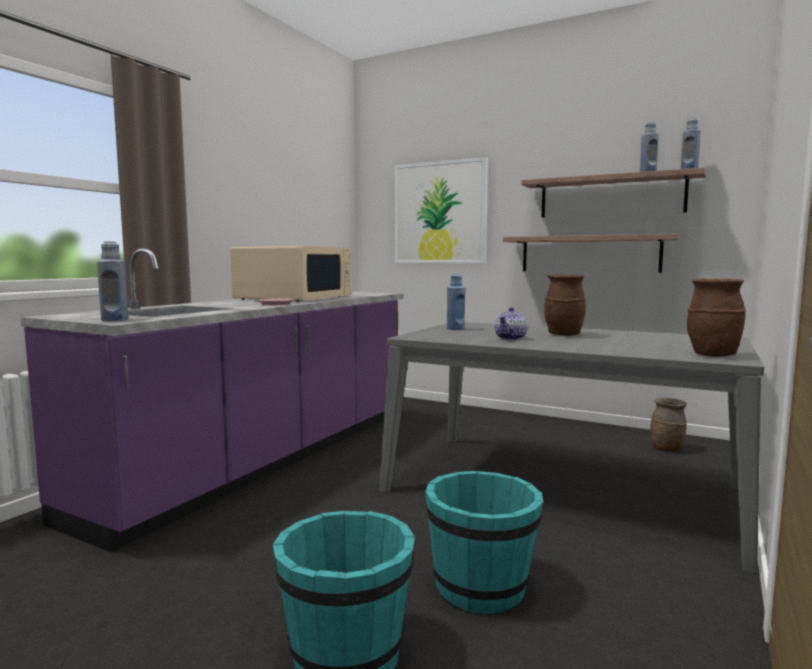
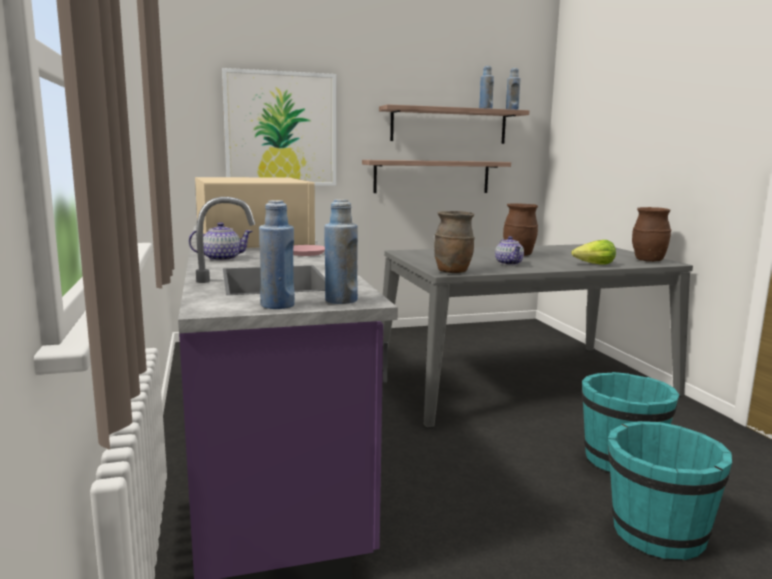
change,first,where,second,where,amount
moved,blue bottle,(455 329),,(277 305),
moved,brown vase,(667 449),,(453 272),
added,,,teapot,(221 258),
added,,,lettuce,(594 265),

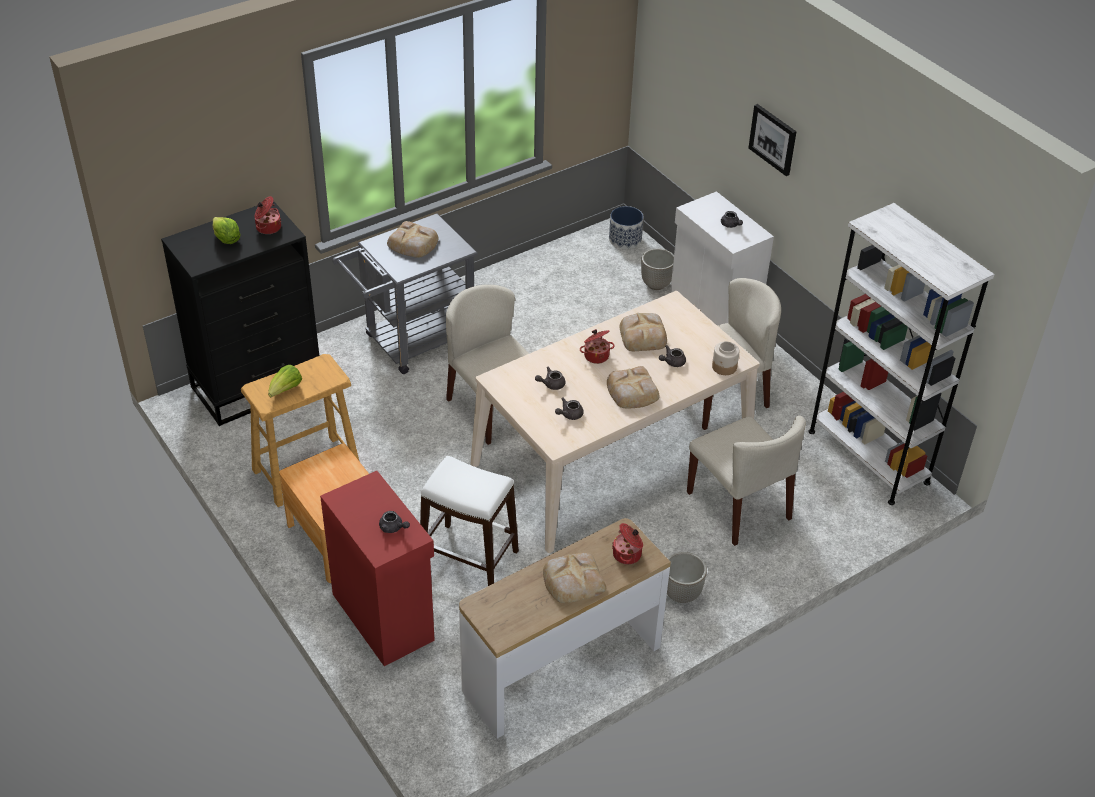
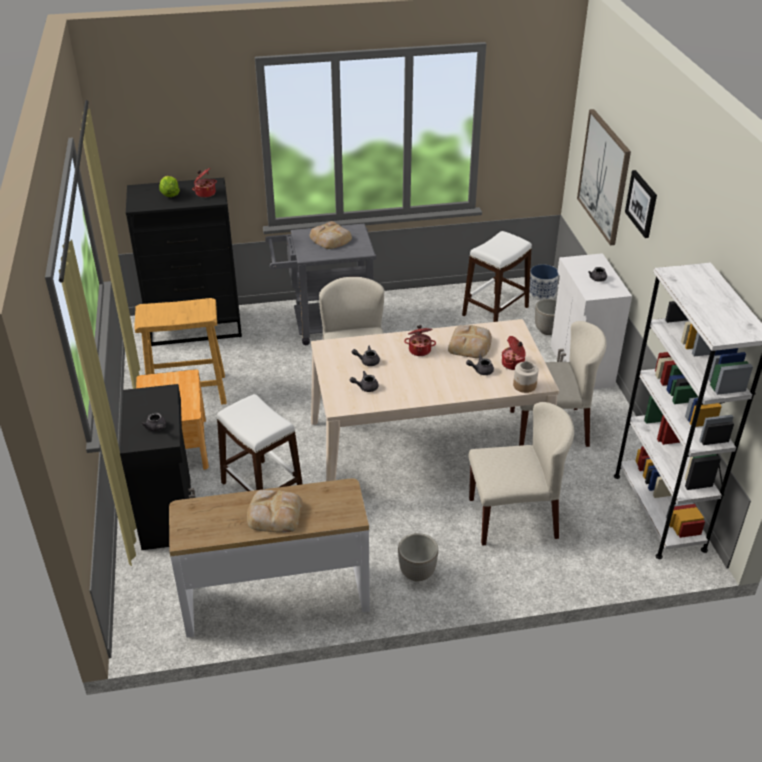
change,first,where,second,where,amount
removed,lettuce,(285 390),,,
removed,bread,(632 392),,,
turned,beige chair,(739 506),,(513 517),90 degrees counterclockwise
recoloured,red cabinet,(384 615),black cabinet,(168 512),
moved,cooking pot,(628 554),,(513 364),
added,,,picture,(604 176),
added,,,white stool,(496 311),

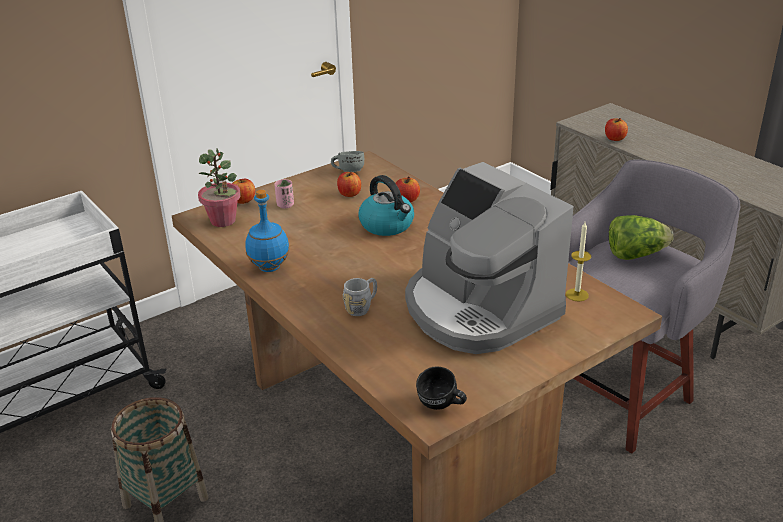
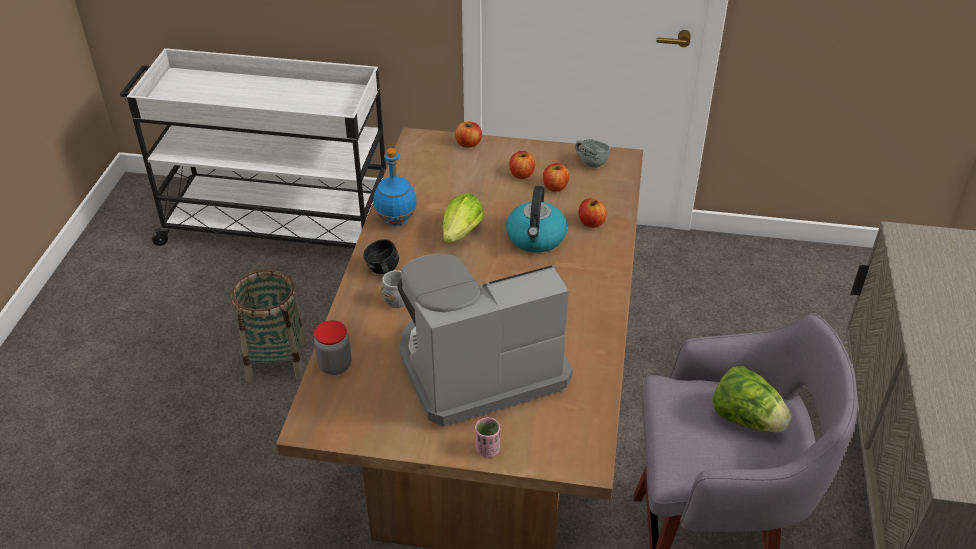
change,first,where,second,where,amount
moved,apple,(614 138),,(521 174),
removed,potted plant,(223 221),,,
turned,coffee machine,(478 309),,(478 366),60 degrees clockwise
moved,pink cup,(285 205),,(487 449),
removed,candle,(577 295),,,
moved,black mug,(441 406),,(382 272),
added,,,lettuce,(460 236),
added,,,jar,(335 365),

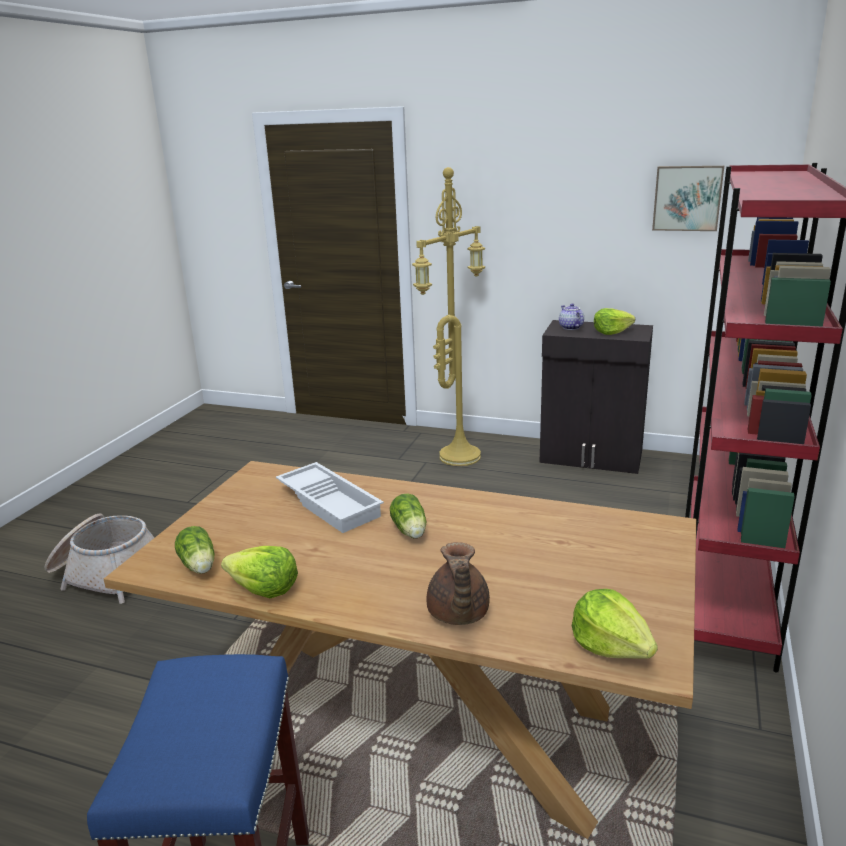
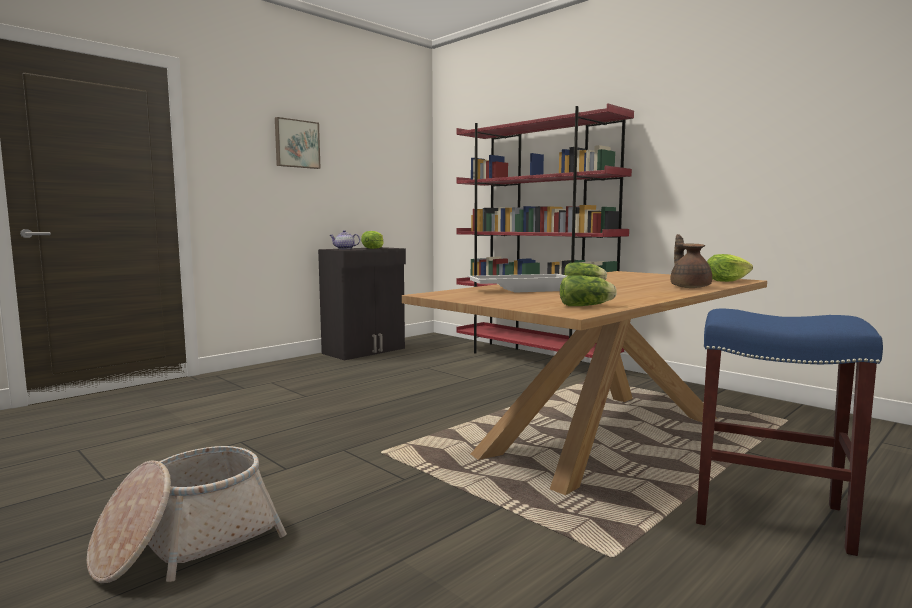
change,first,where,second,where,amount
moved,picture,(687 198),,(296 144),
removed,yellow floor lamp,(458 455),,,
turned,brown teapot,(457 614),,(689 287),120 degrees counterclockwise
removed,lettuce,(264 589),,,

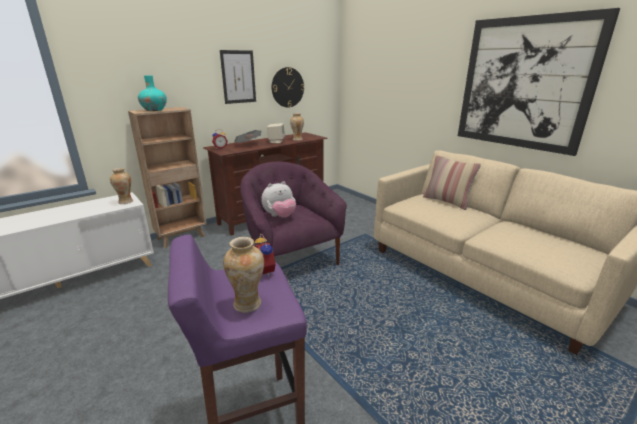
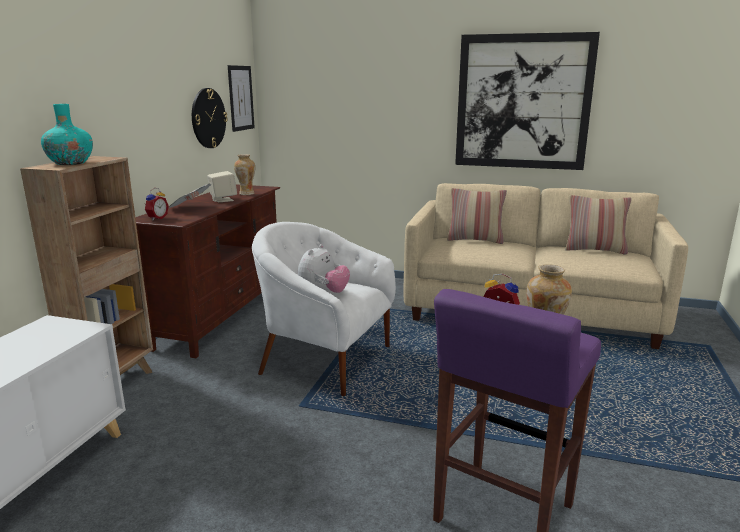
change,first,where,second,where,amount
moved,picture,(238 77),,(241 98),
recoloured,purple armchair,(290 260),white armchair,(324 360),
removed,vase,(125 202),,,
added,,,pillow,(594 250),

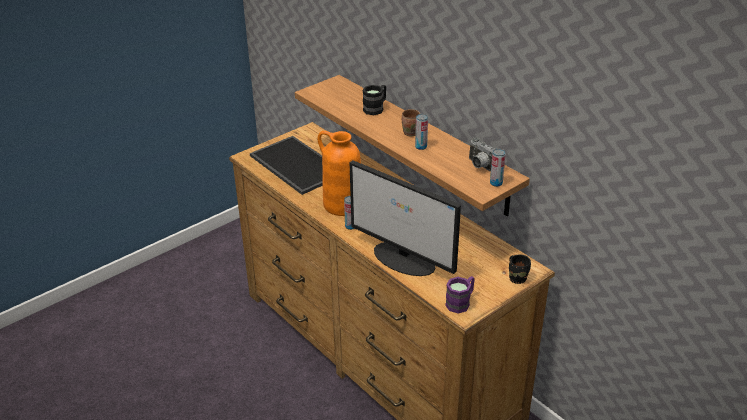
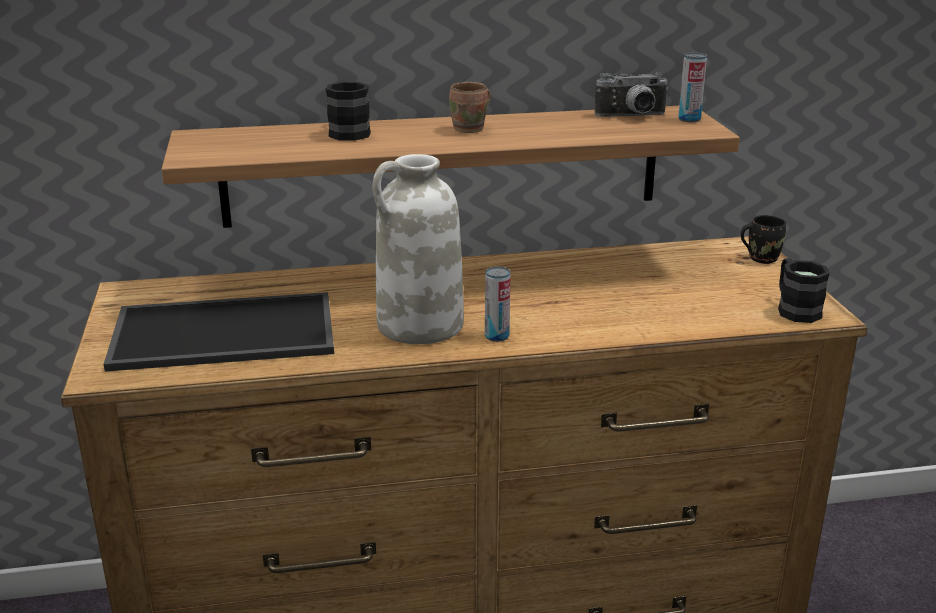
change,first,where,second,where,amount
removed,can,(421 147),,,
recoloured,orange vase,(342 204),white vase,(419 326),
removed,monitor,(404 259),,,
recoloured,purple mug,(461 302),black mug,(794 309),

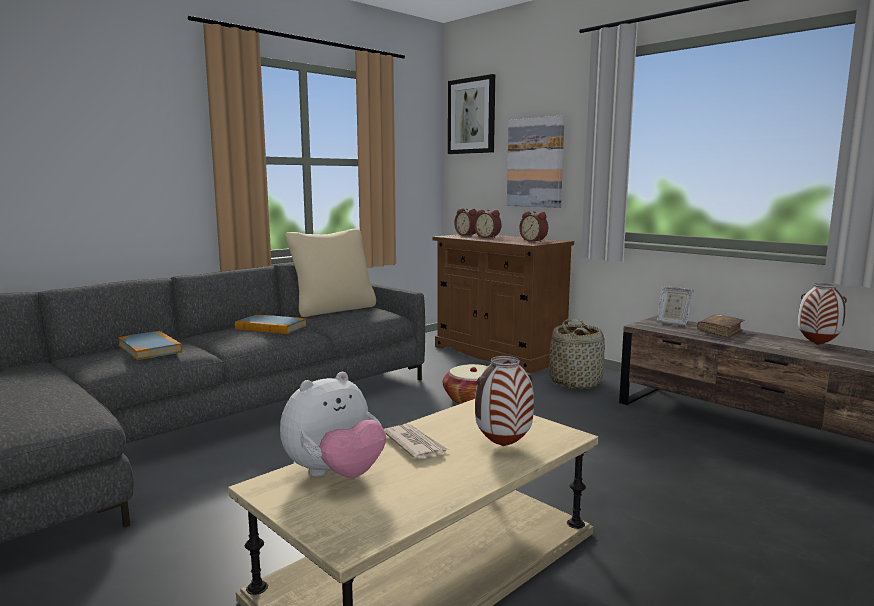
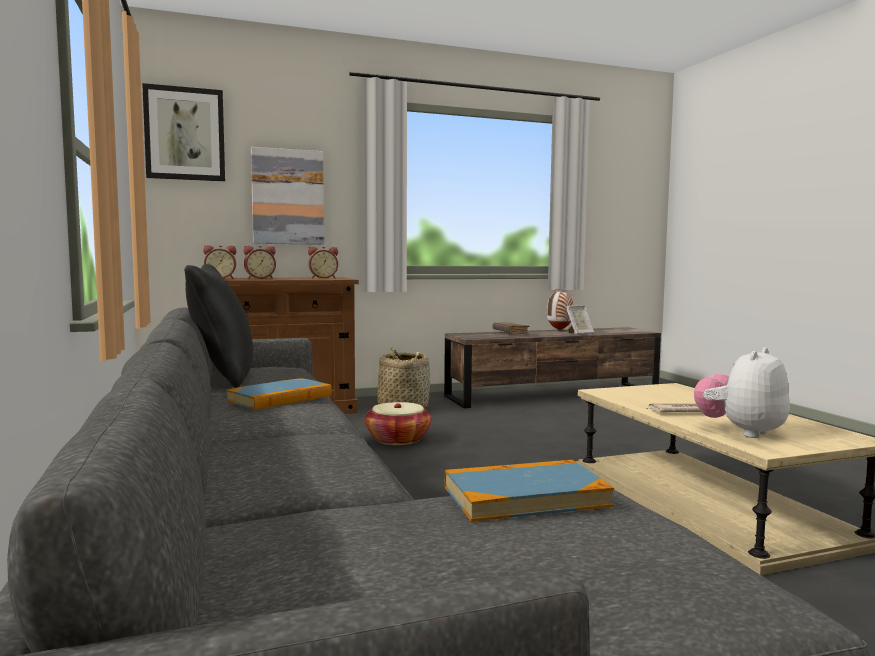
change,first,where,second,where,amount
recoloured,beige pillow,(333 309),black pillow,(222 377),
moved,picture frame,(672 322),,(579 333),
moved,book,(150 348),,(525 496),
removed,vase,(503 445),,,
turned,plush toy,(335 474),,(741 432),120 degrees counterclockwise

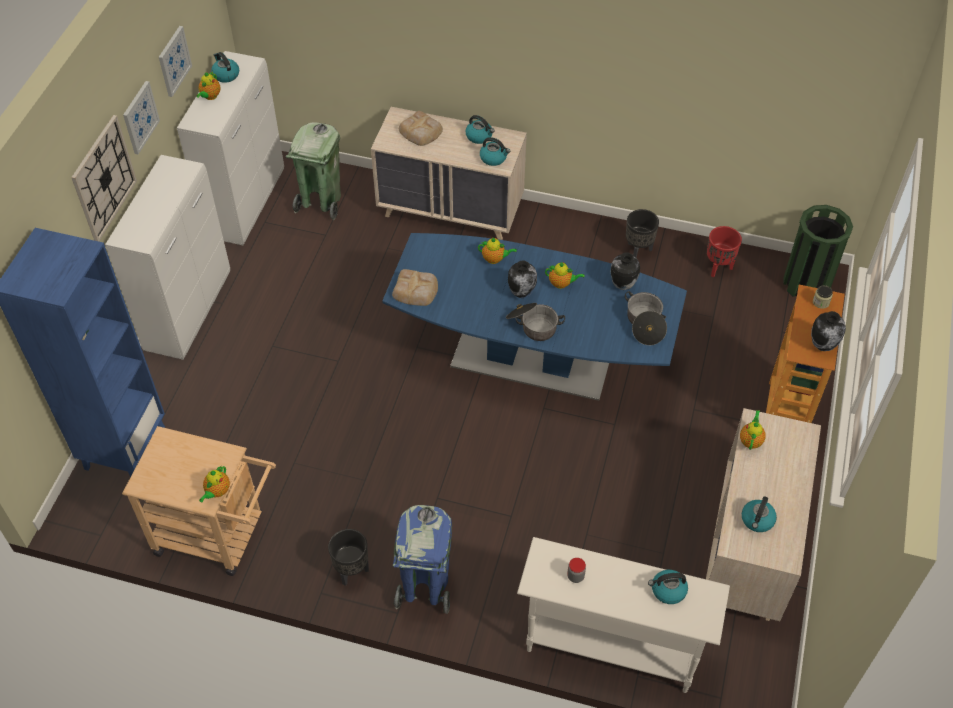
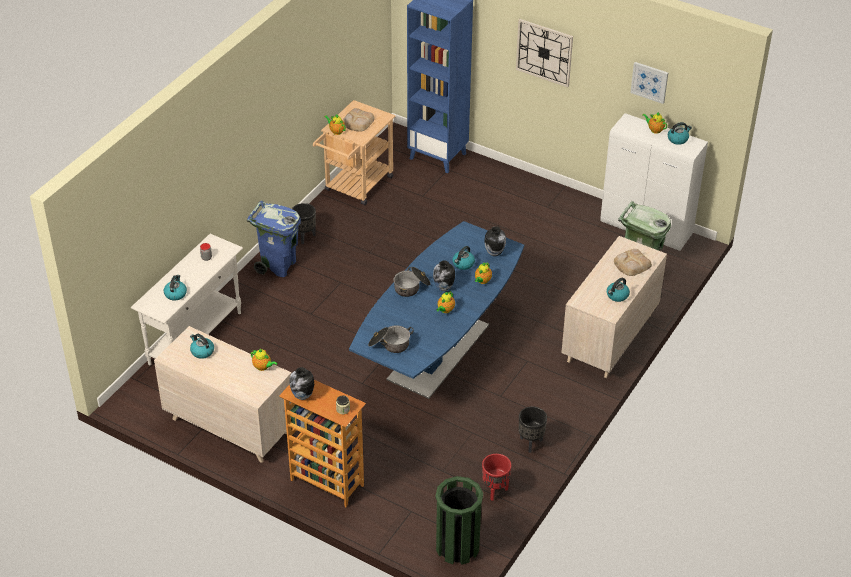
change,first,where,second,where,amount
removed,picture,(140 117),,,
moved,kettle,(494 158),,(463 264),
removed,white cabinet,(188 311),,,
moved,vase,(622 285),,(494 253),
moved,bread,(416 290),,(357 122),

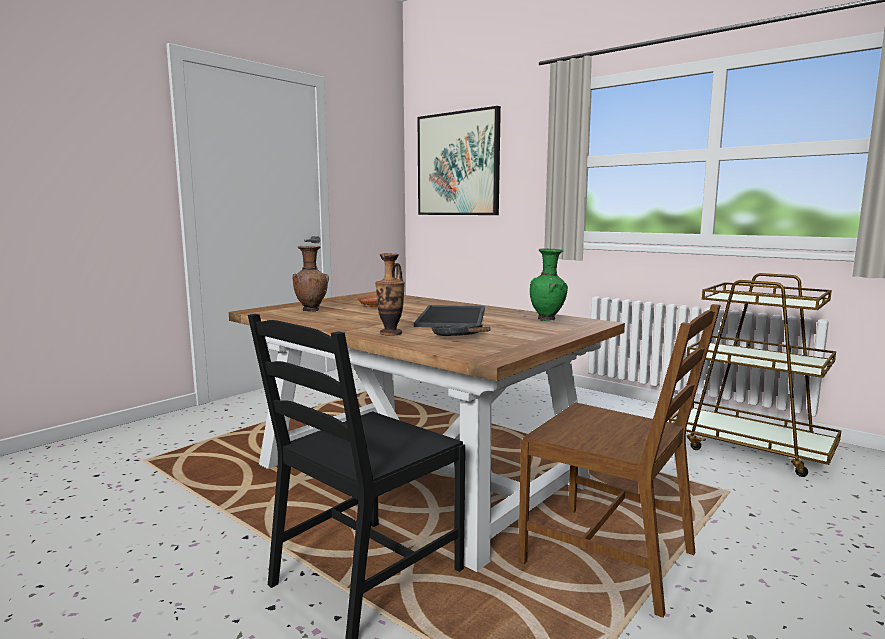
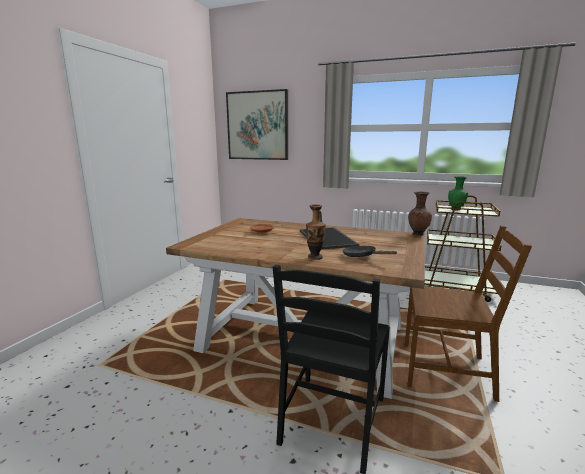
change,first,where,second,where,amount
moved,brown vase,(311 310),,(417 234),
moved,green vase,(548 320),,(456 210),

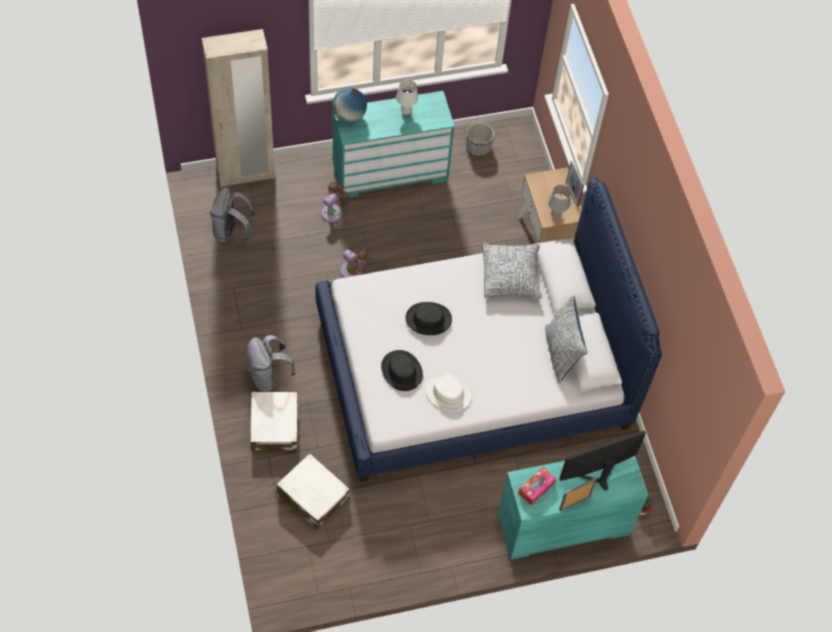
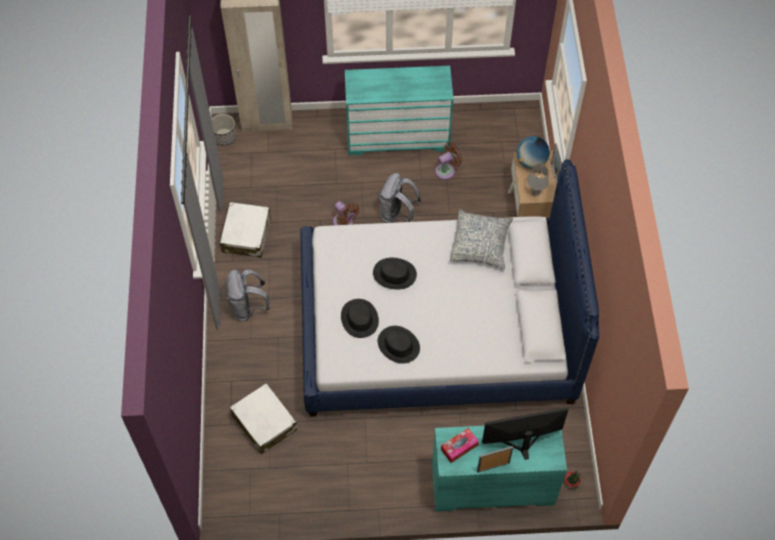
change,first,where,second,where,amount
removed,white table lamp,(405 111),,,
moved,globe,(349 116),,(531 162),
moved,planter,(478 147),,(224 137),
moved,brown fan,(333 212),,(447 170),
moved,grey backpack,(232 232),,(397 214),
removed,pillow,(561 353),,,
recoloured,white hat,(448 392),black hat,(398 345),
moved,white suitcase,(274 426),,(246 235),

